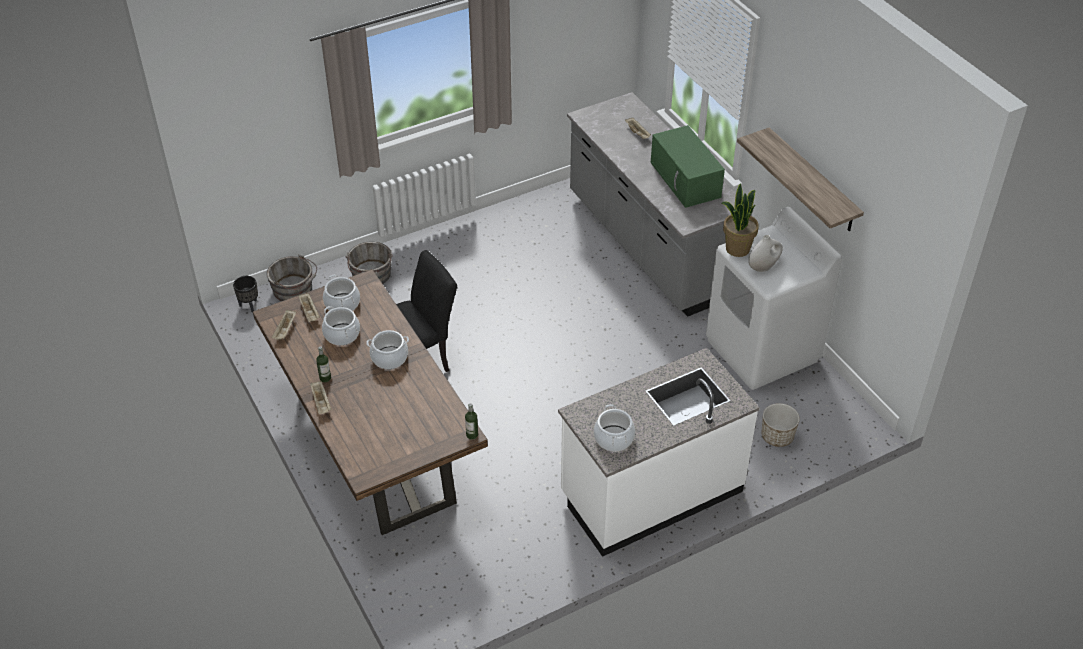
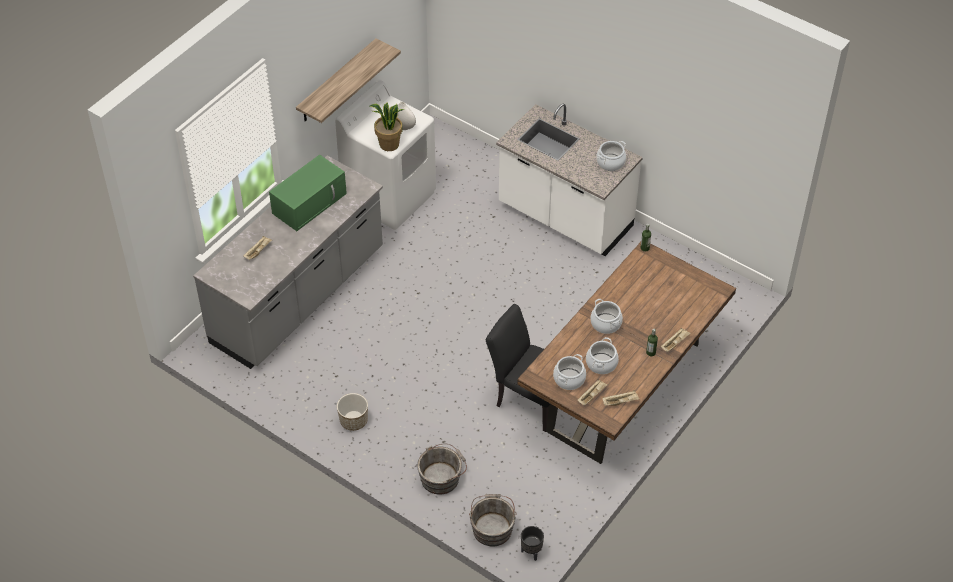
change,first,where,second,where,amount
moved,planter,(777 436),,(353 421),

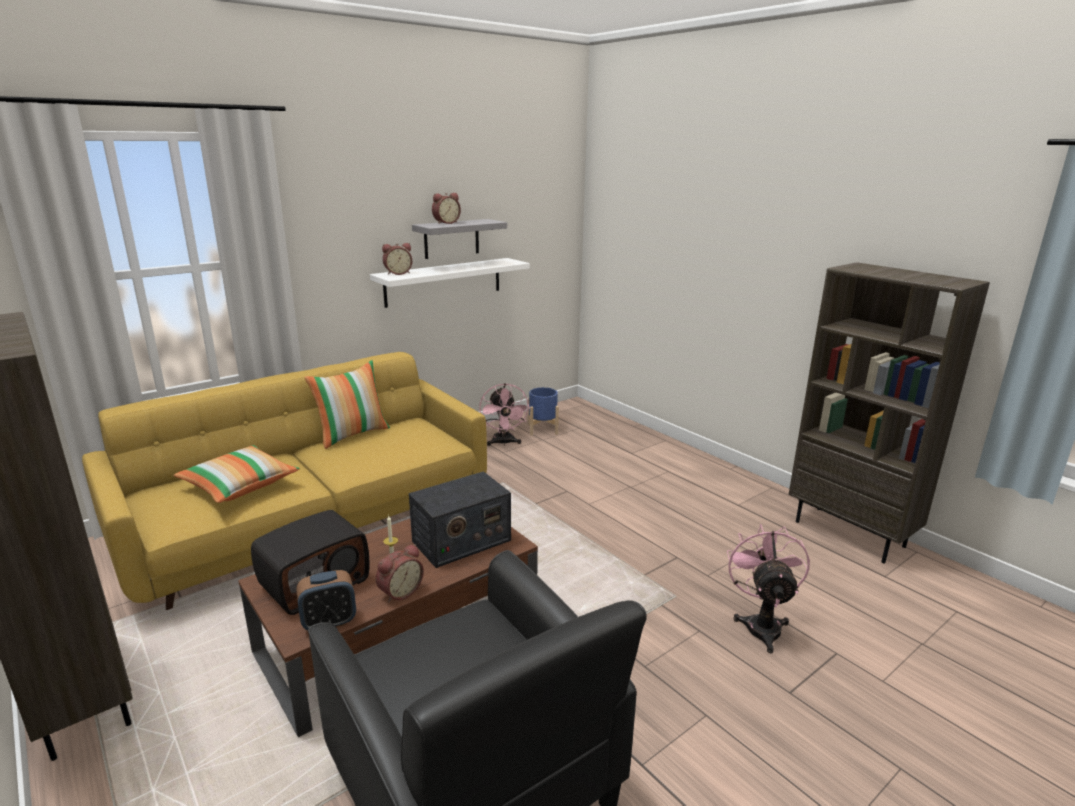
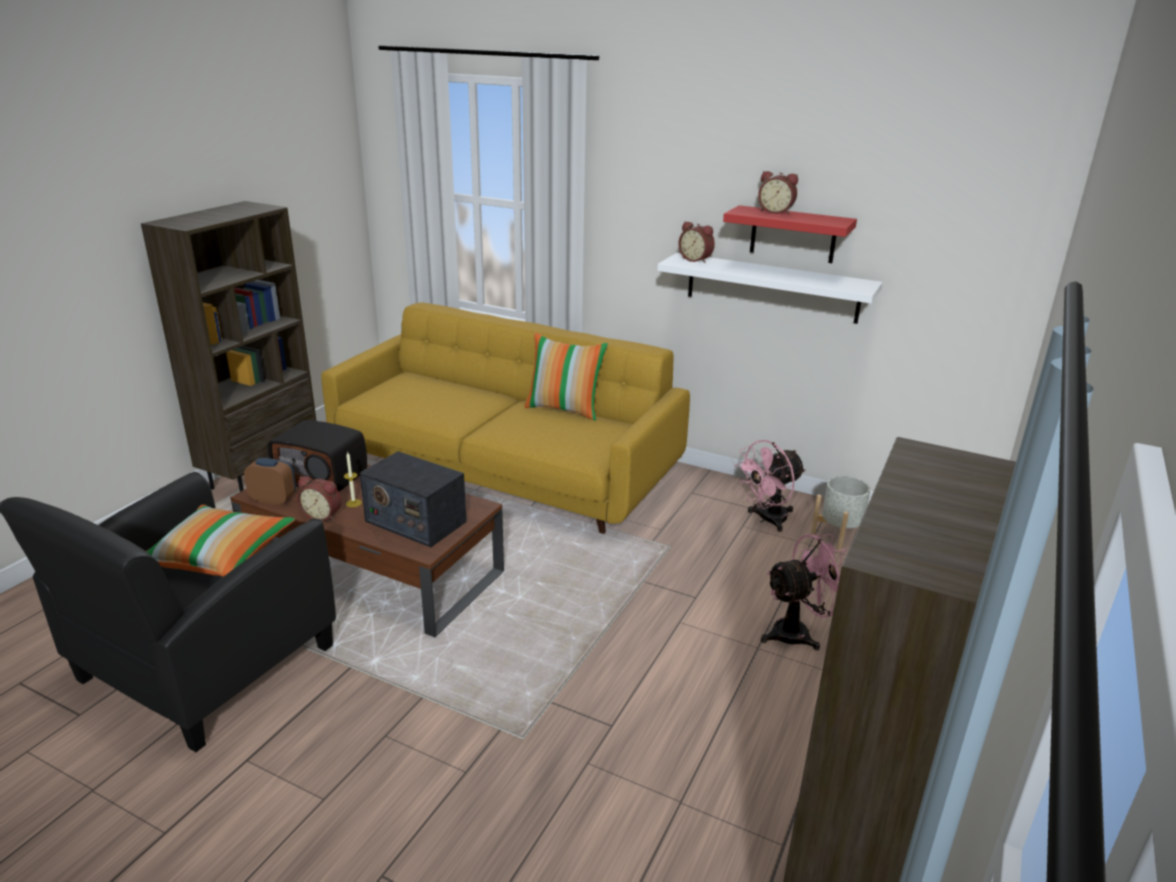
change,first,where,second,where,amount
recoloured,grey shelf,(451 238),red shelf,(793 234),
recoloured,blue planter,(542 429),grey planter,(839 537),
moved,pillow,(240 486),,(220 556),
moved,pink fan,(761 624),,(799 633),
turned,alarm clock,(329 622),,(273 499),150 degrees clockwise

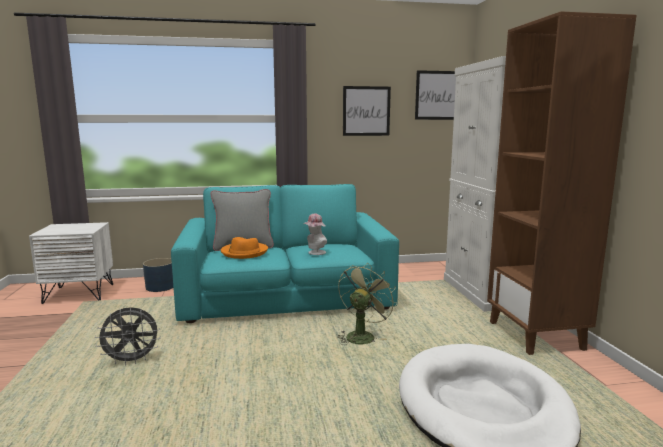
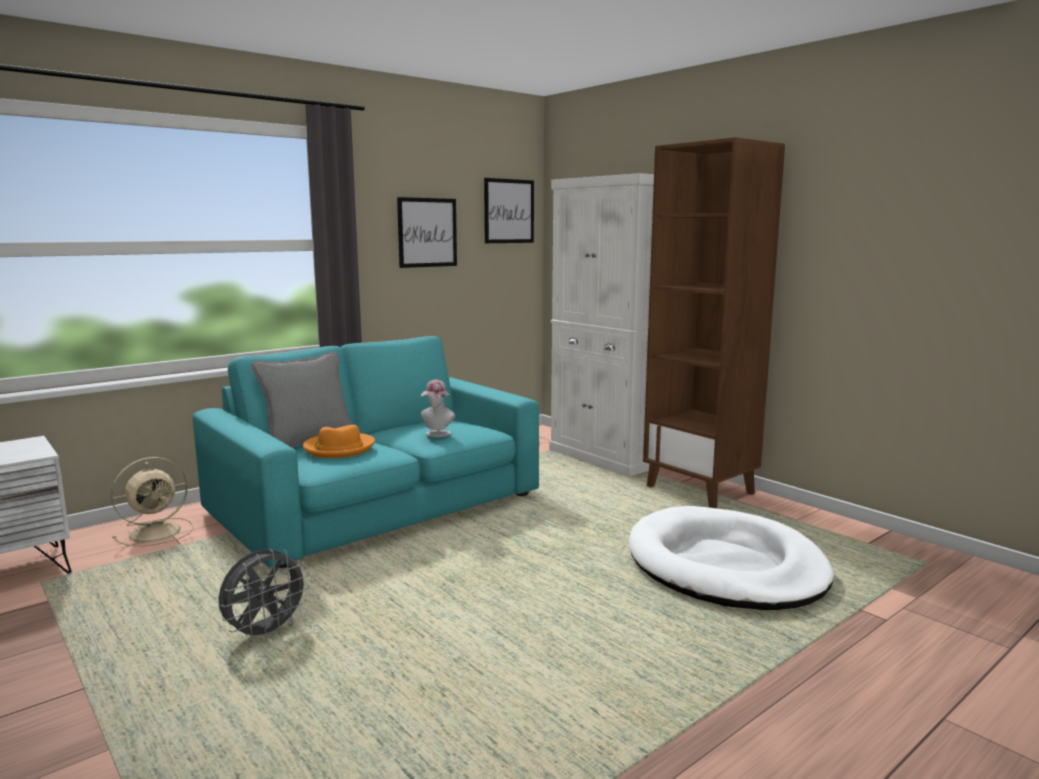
change,first,where,second,where,amount
replaced,blue planter,(160 287),beige fan,(157 532),
removed,green fan,(362 335),,,

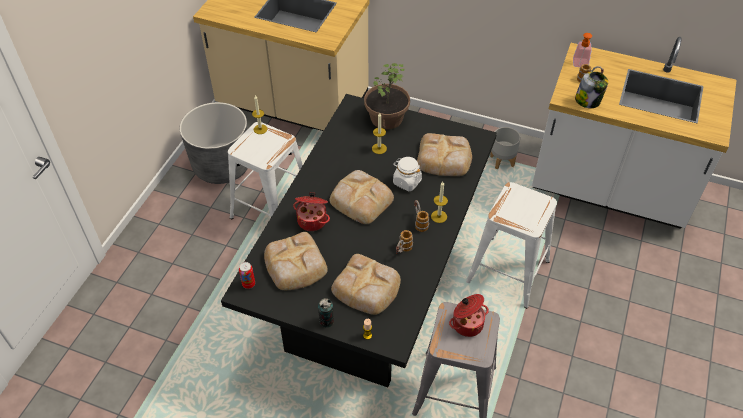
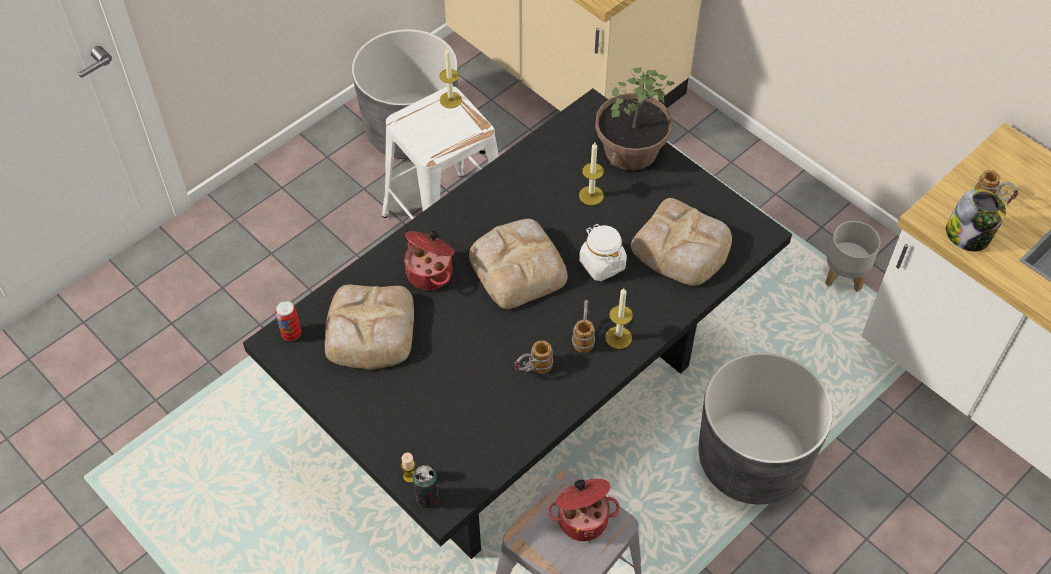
change,first,where,second,where,amount
removed,soap dispenser,(580 65),,,
replaced,white stool,(508 272),grey planter,(752 460),
removed,bread,(367 288),,,
moved,can,(326 321),,(427 498),

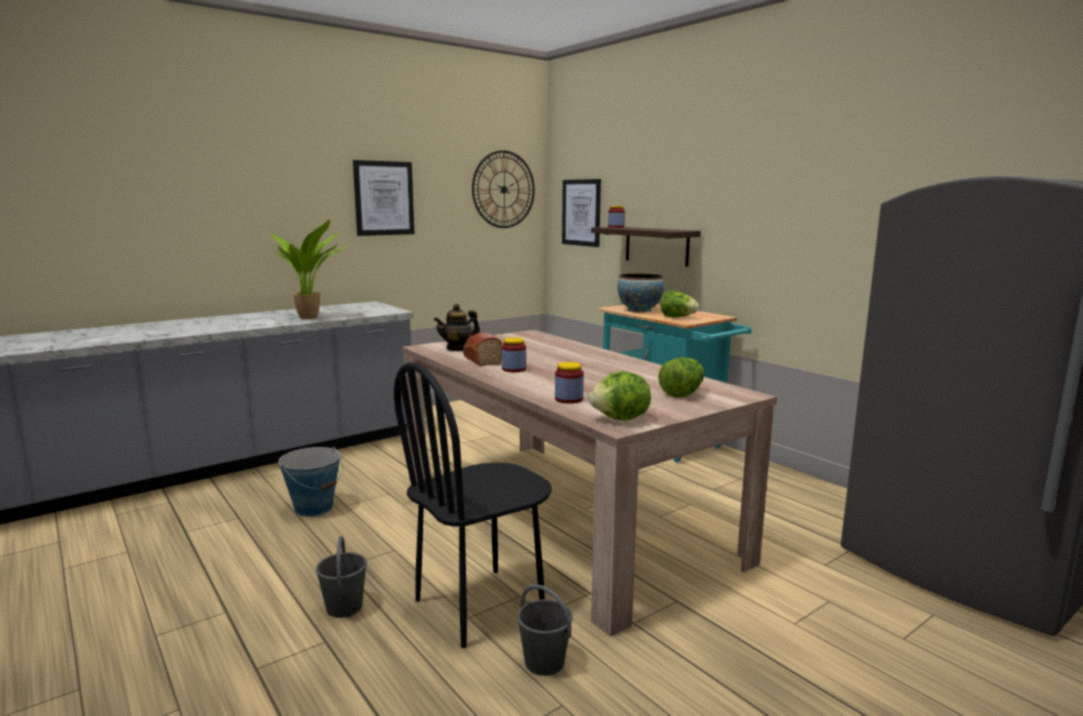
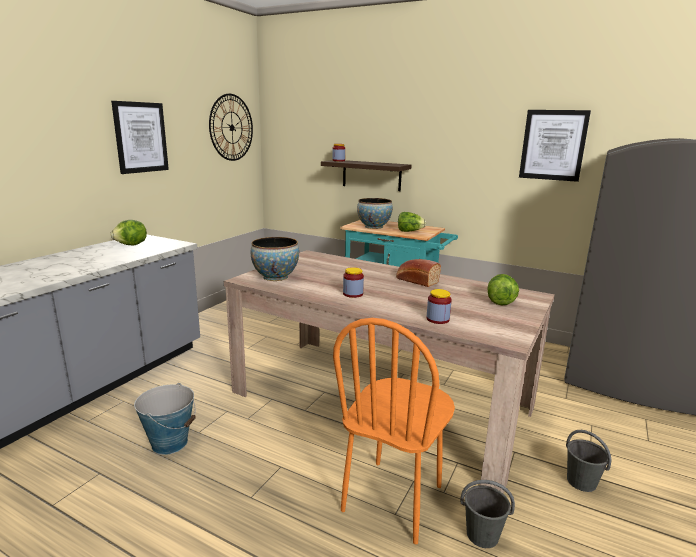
change,first,where,second,where,amount
moved,picture,(581 212),,(553 145),
removed,potted plant,(311 317),,,
replaced,teapot,(457 348),bowl,(275 277),
moved,bread,(481 360),,(416 280),
recoloured,black chair,(480 605),orange chair,(393 499),
moved,lettuce,(621 419),,(131 245),
moved,grey bucket,(344 607),,(581 481),

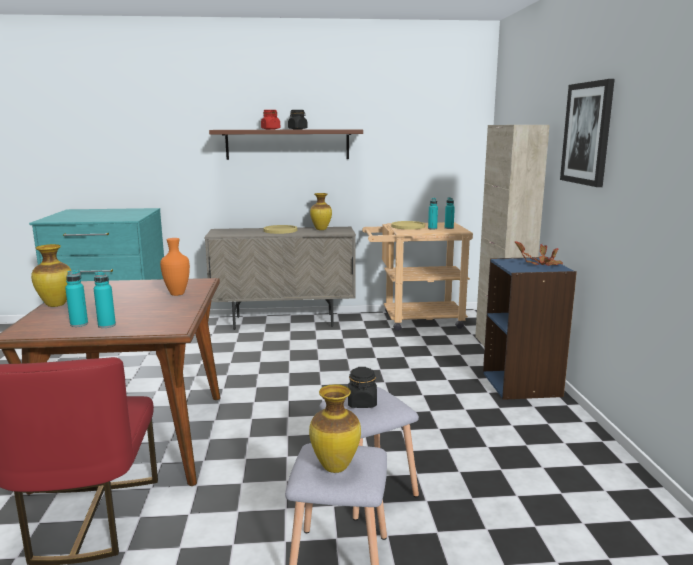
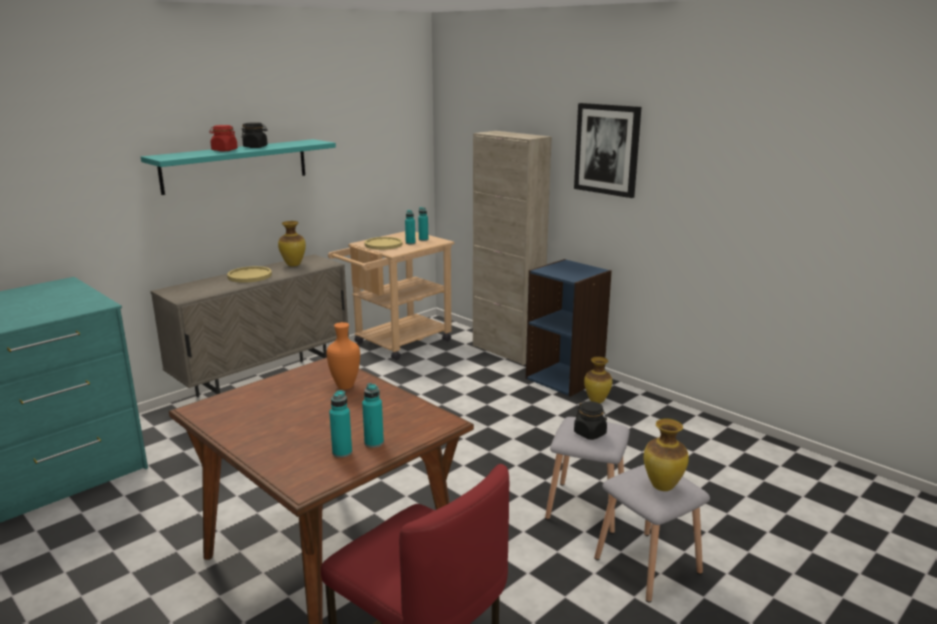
change,first,where,second,where,amount
recoloured,brown shelf,(287 144),turquoise shelf,(236 165),
removed,potted plant,(540 264),,,
moved,vase,(57 305),,(597 401),

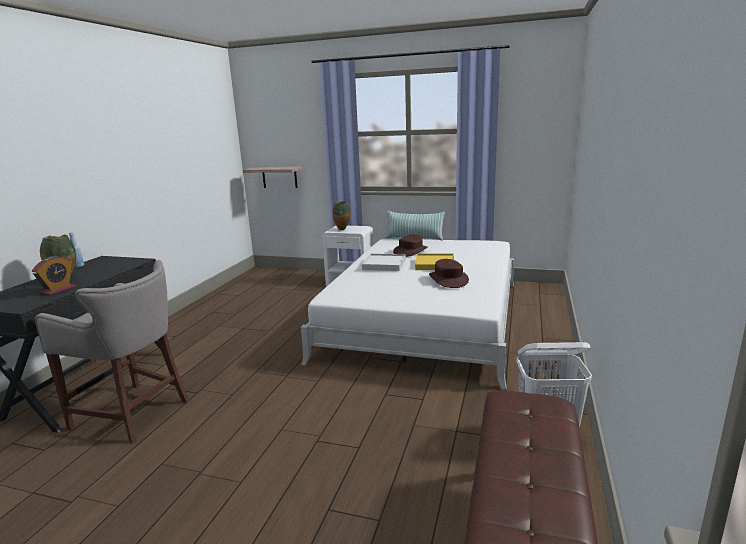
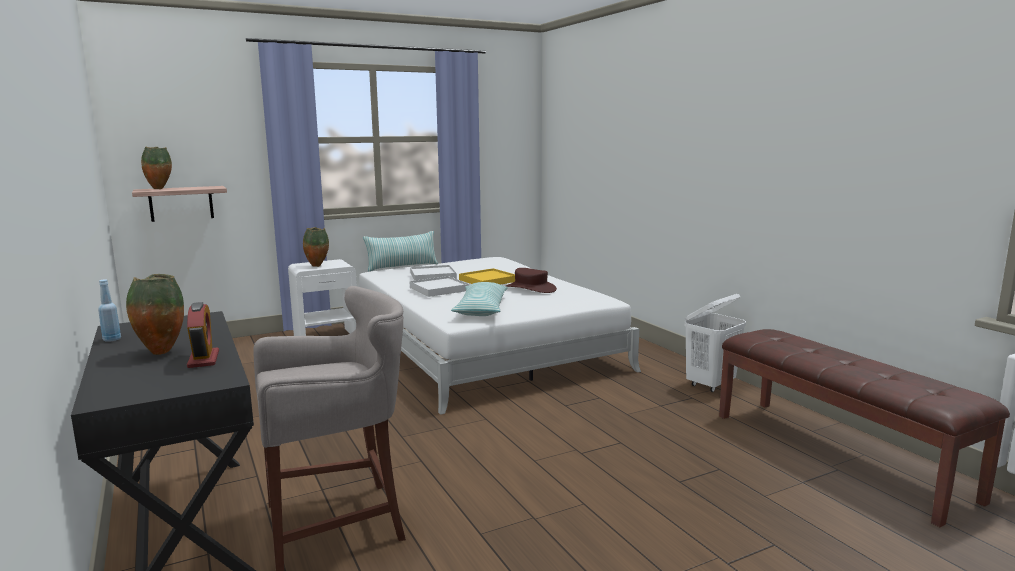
change,first,where,second,where,amount
replaced,brown hat,(410 251),white tray,(433 276),
added,,,vase,(160 189),
added,,,pillow,(481 309),

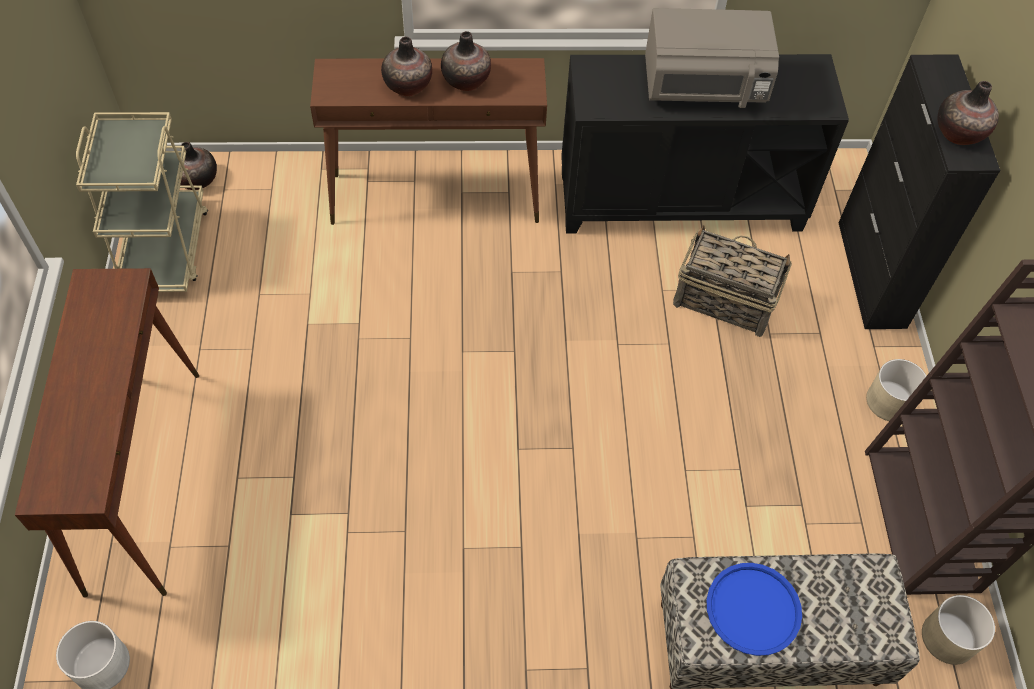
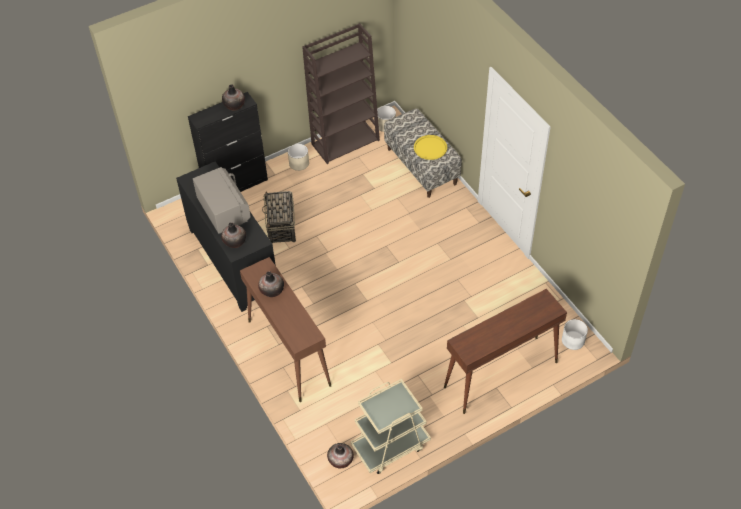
change,first,where,second,where,amount
moved,vase,(408 85),,(235 242),
recoloured,blue tray,(753 609),yellow tray,(430 148),

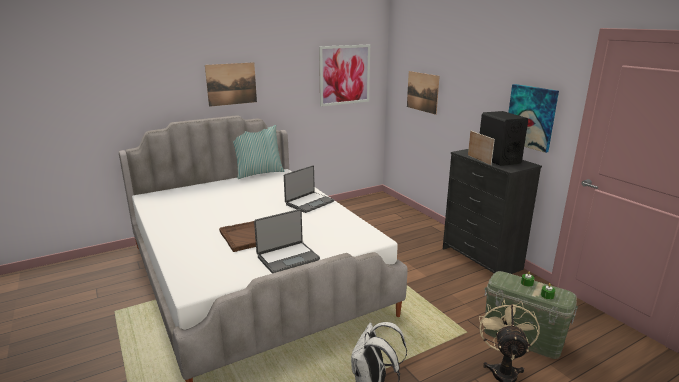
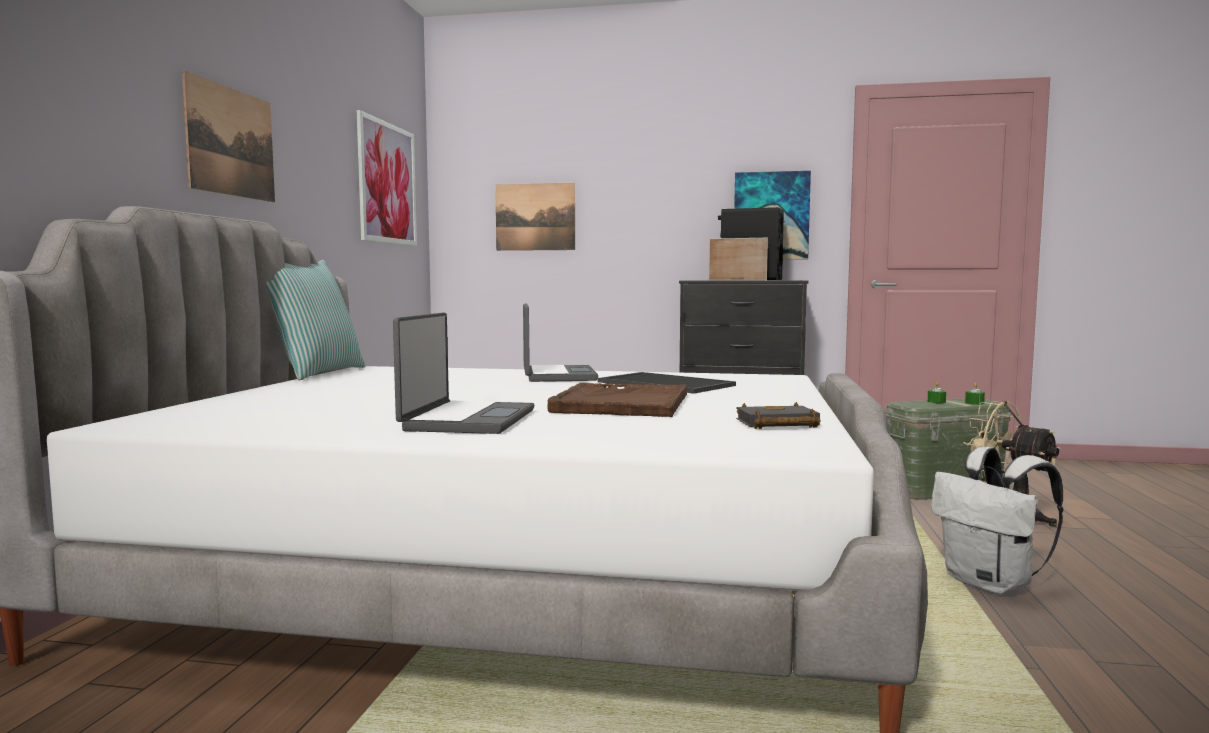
change,first,where,second,where,amount
moved,laptop,(287 258),,(467 420),
added,,,tray,(663 384),
added,,,black book,(776 424),

